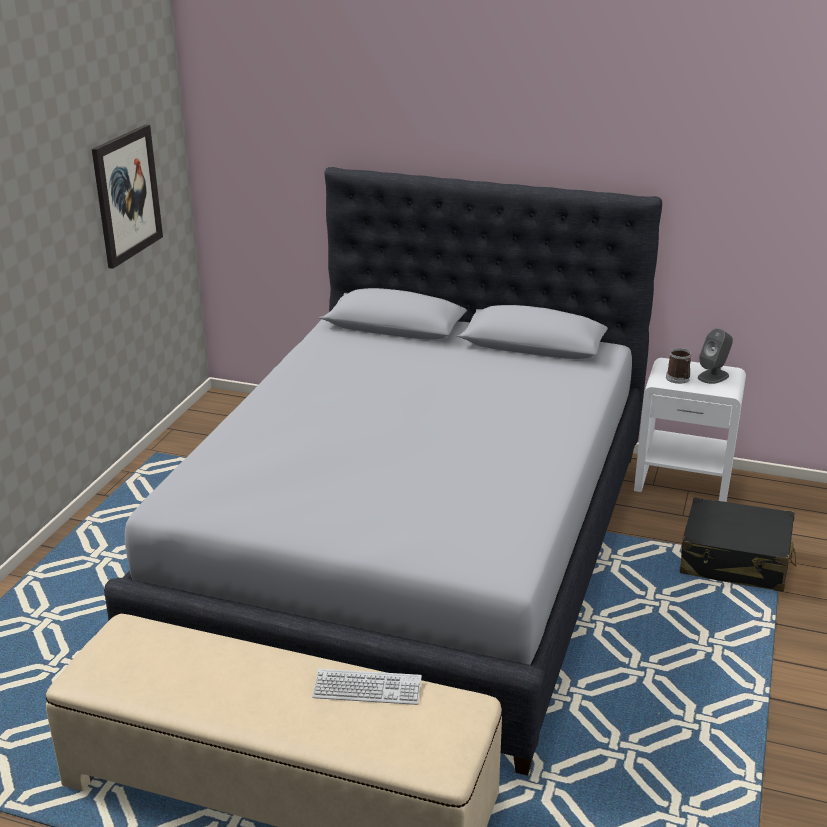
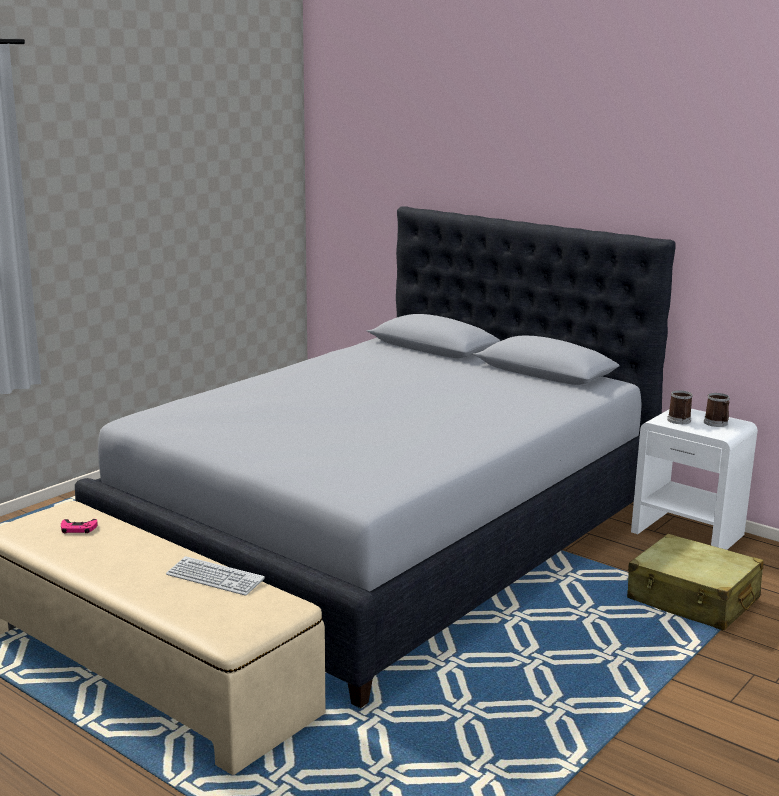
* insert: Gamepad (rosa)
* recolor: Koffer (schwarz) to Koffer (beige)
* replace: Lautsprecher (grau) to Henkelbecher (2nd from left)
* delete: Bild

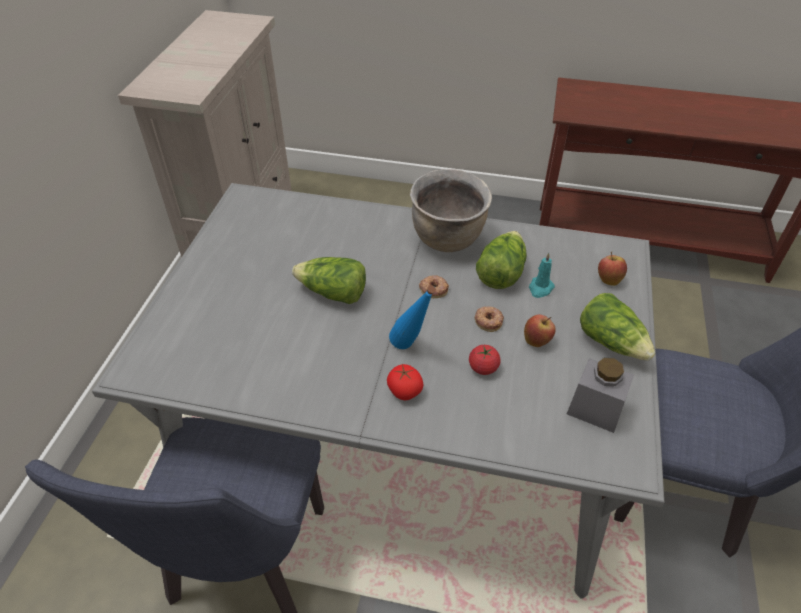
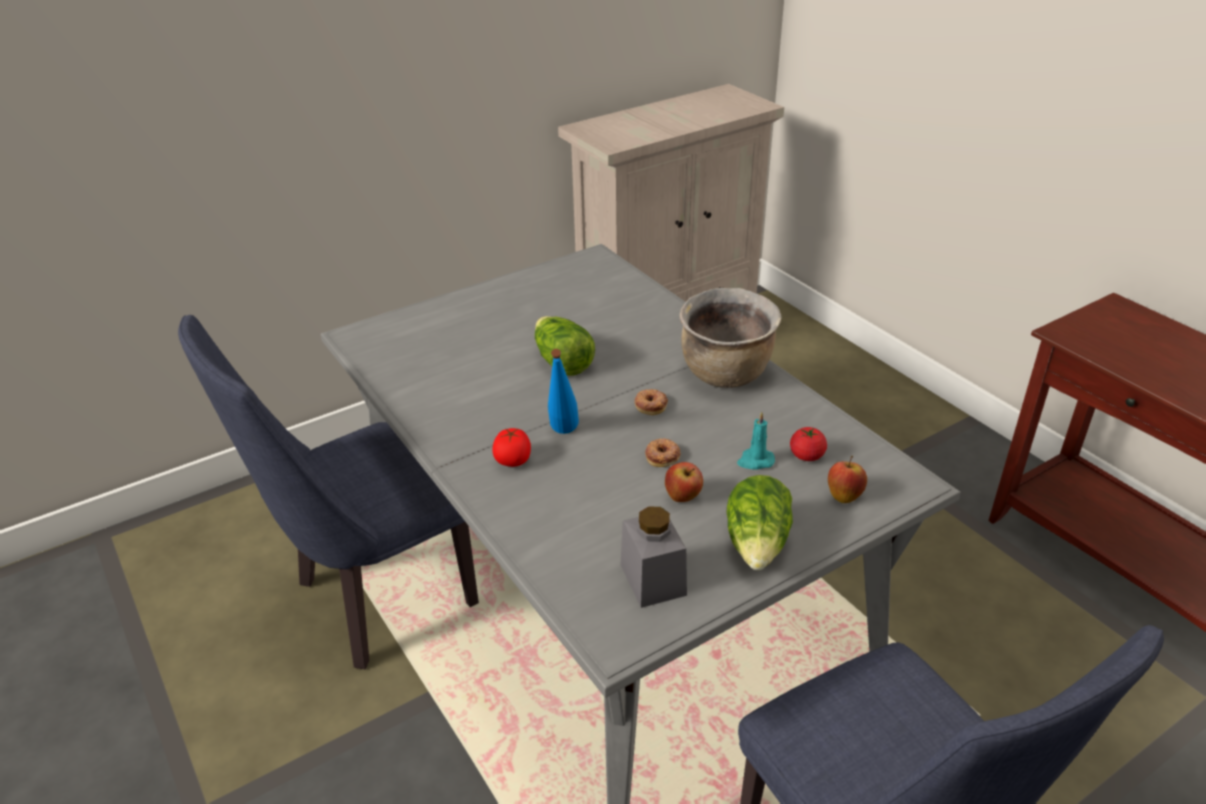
* move: Tomate (2nd from left)
* delete: Salatkopf (2nd from left)

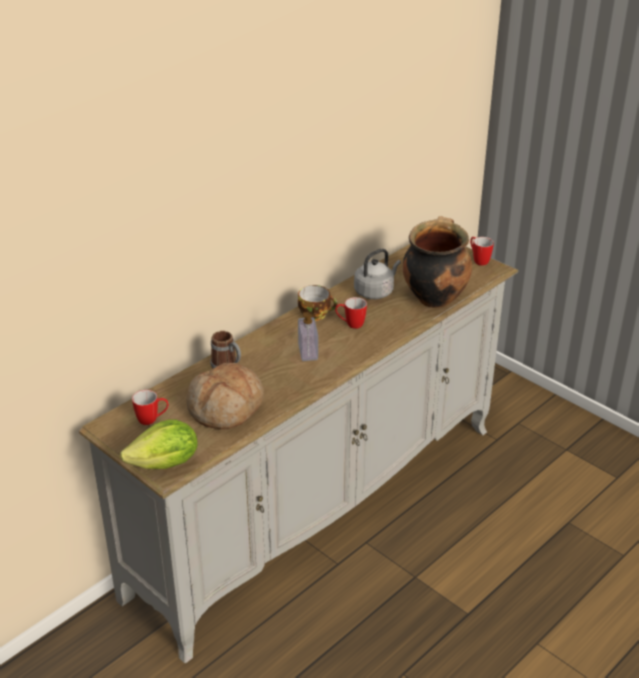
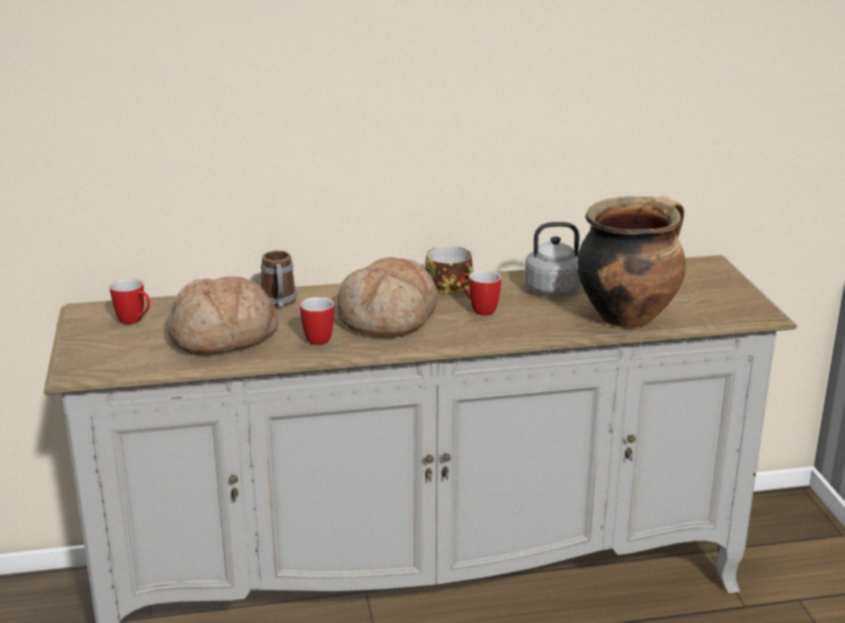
* move: Henkelbecher (4th from left in the first image) to Henkelbecher (3rd from left)
* replace: Seifenspender to Brot (2nd from left)
* delete: Salatkopf

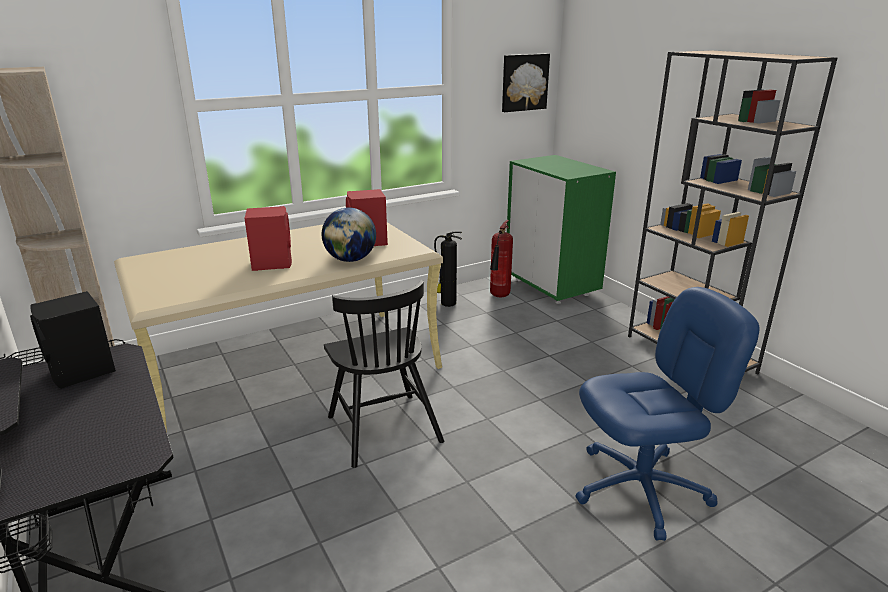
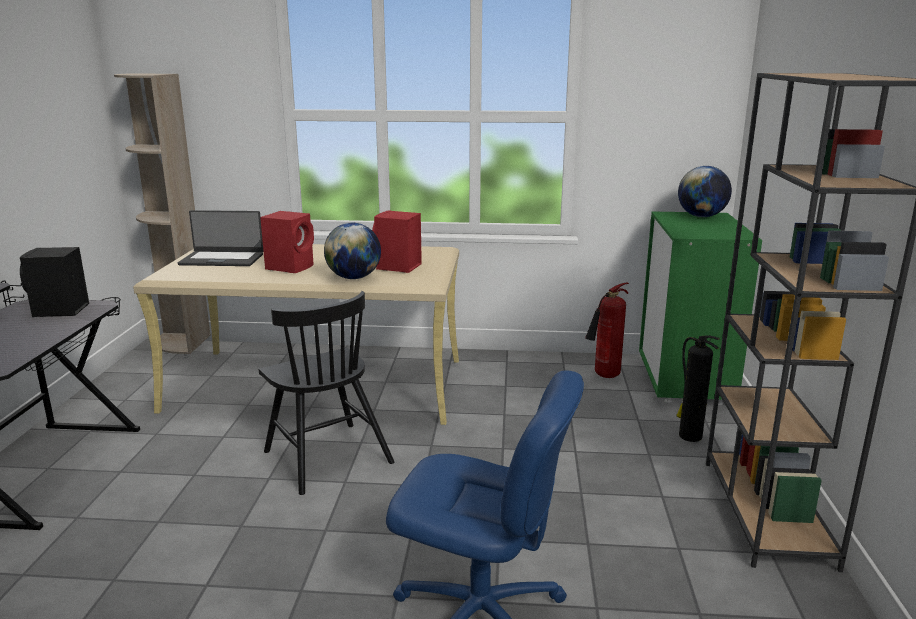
* insert: Laptop
* rotate: Stuhl (schwarz) 45 degrees counterclockwise
* move: Feuerlöscher (1st from left in the first image) to Feuerlöscher (2nd from left)
* insert: Globus (2nd from left)
* delete: Bild

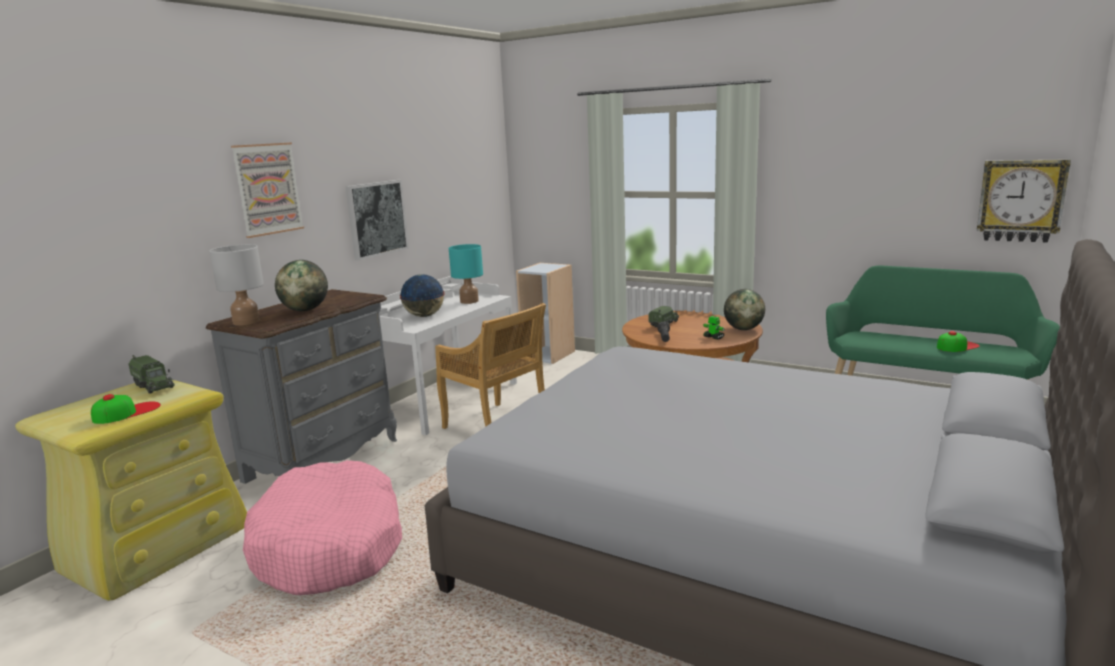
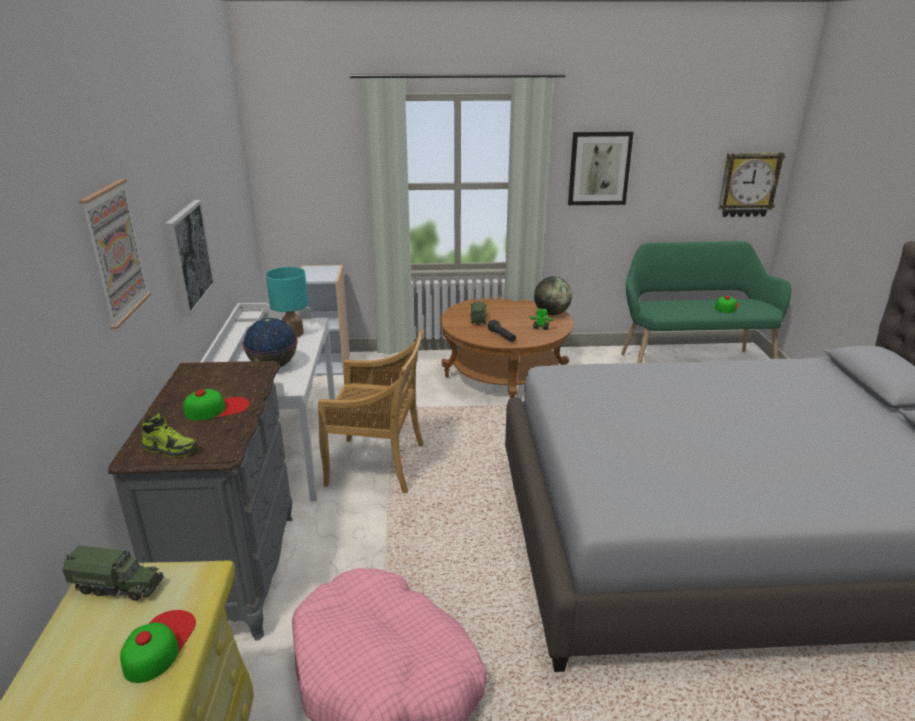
* replace: Tischlampe (grau) to Schuh
* replace: Globus (1st from left) to Kappe (2nd from left)
* insert: Bild (3rd from left)

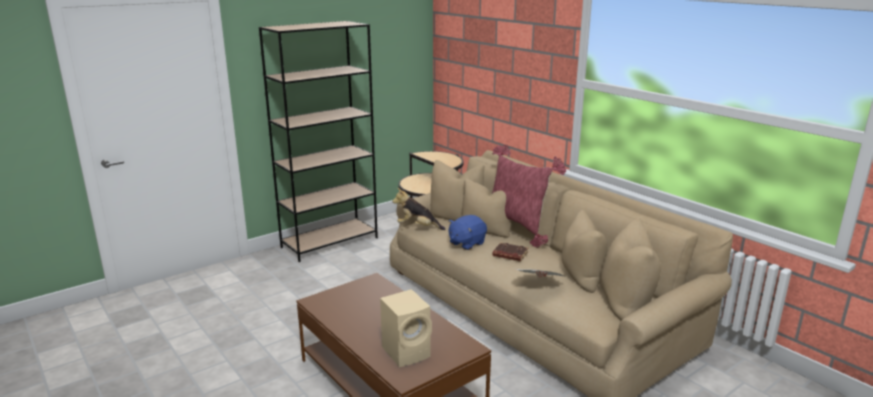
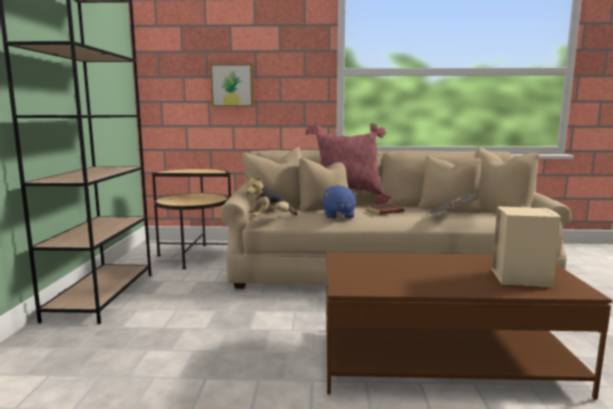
* insert: Bild

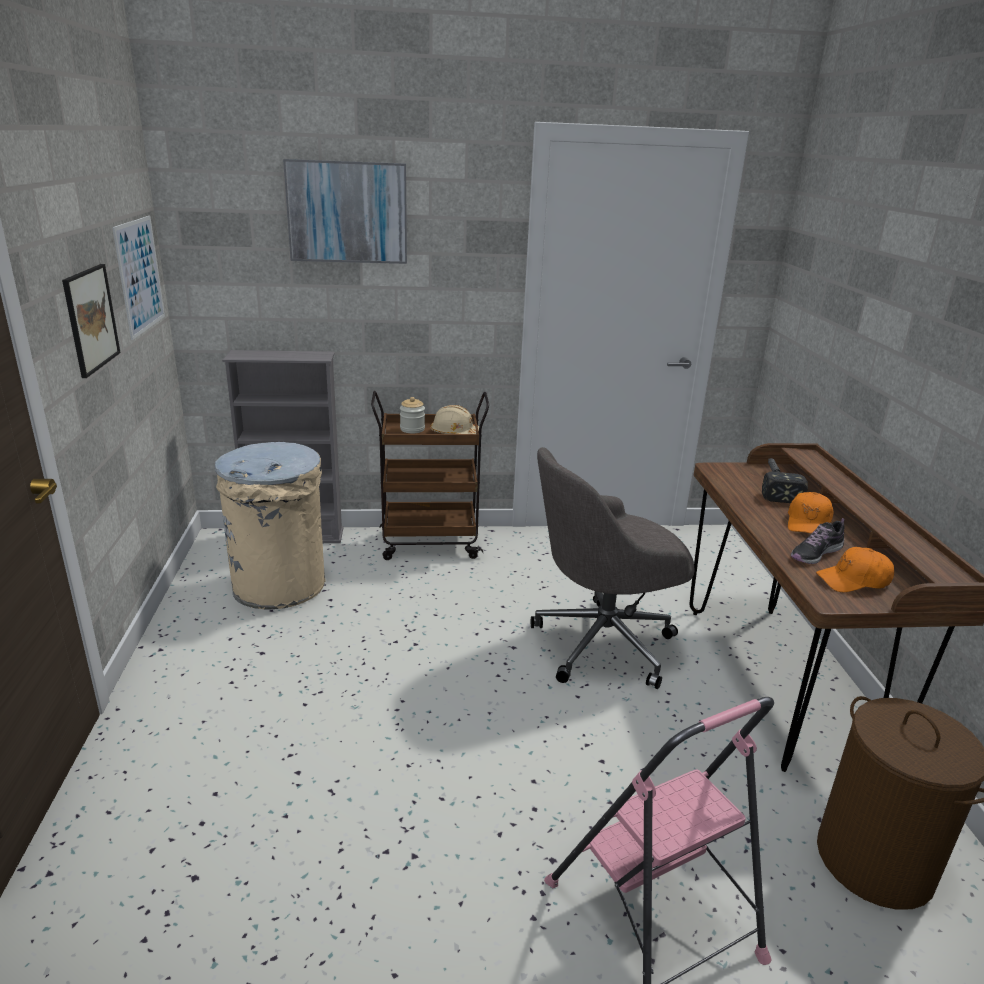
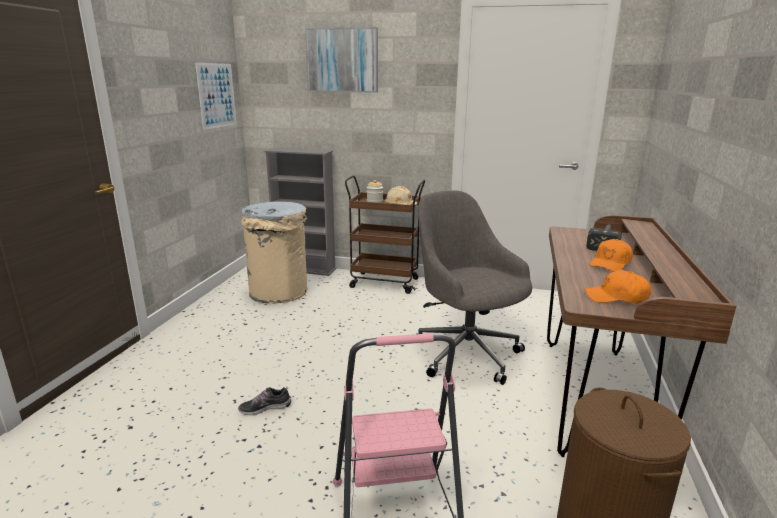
* move: Schuh
* rotate: Bürostuhl (grau) 60 degrees clockwise
* delete: Bild (1st from left)

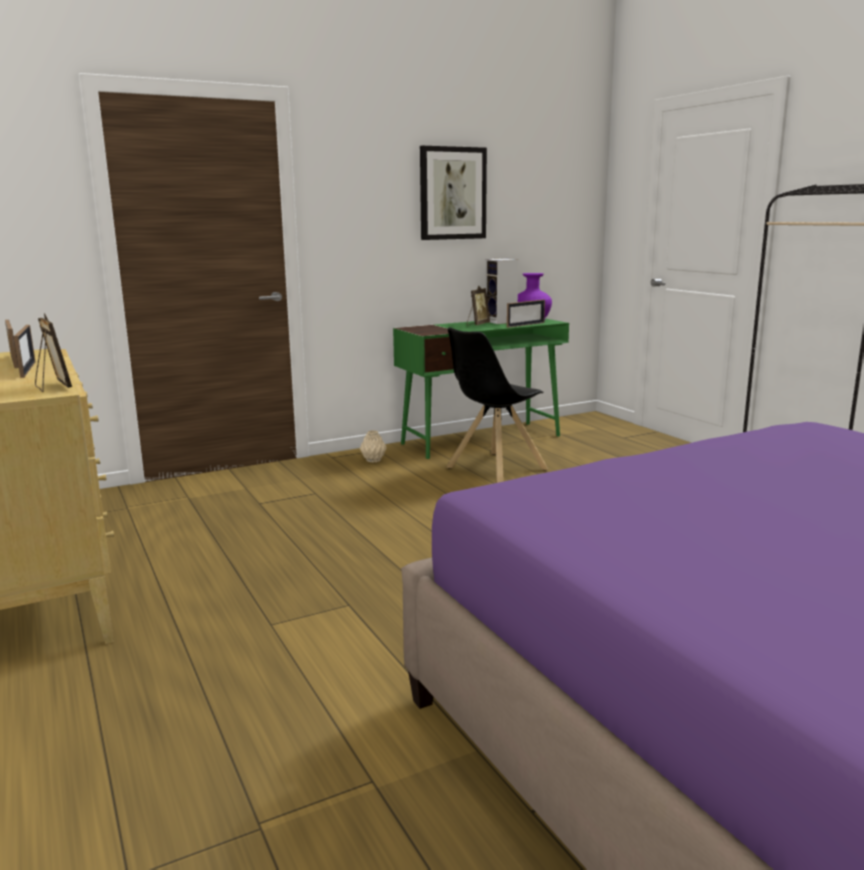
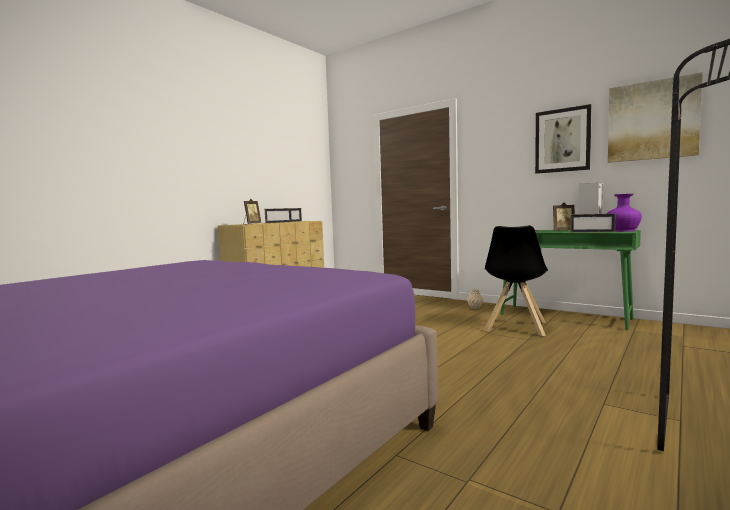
* rotate: Stuhl (schwarz) 90 degrees counterclockwise
* insert: Bild (2nd from left)

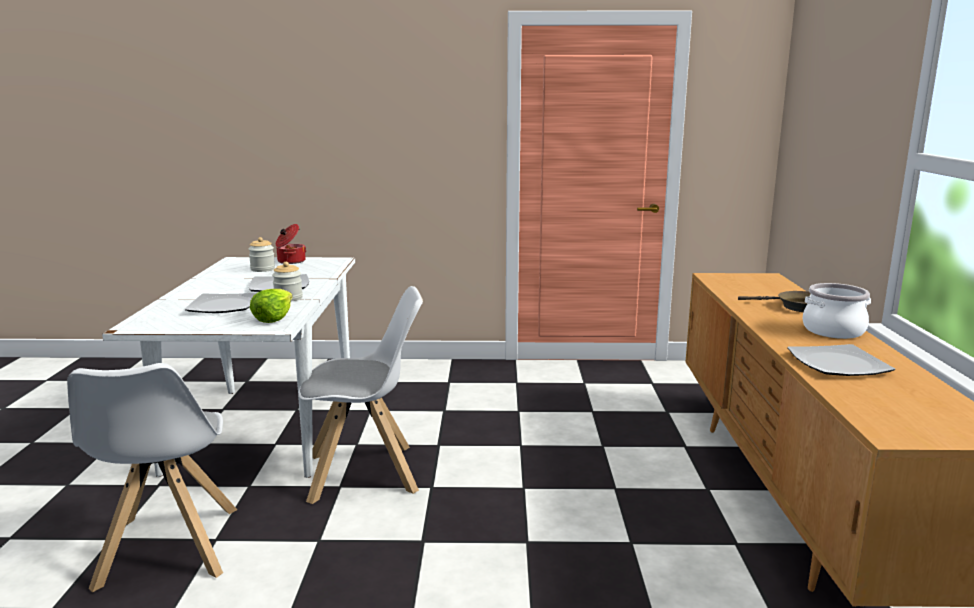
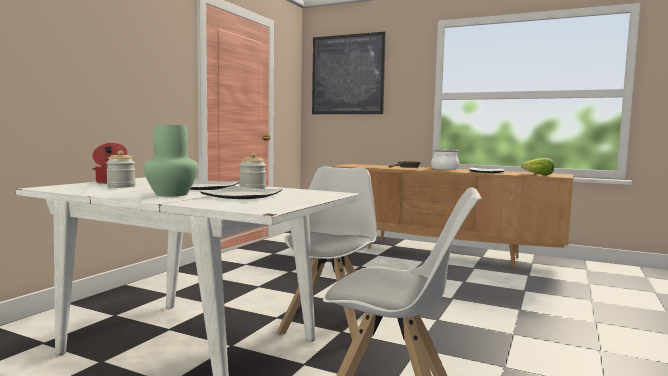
* insert: Vase (grün)
* insert: Bild
* move: Salatkopf

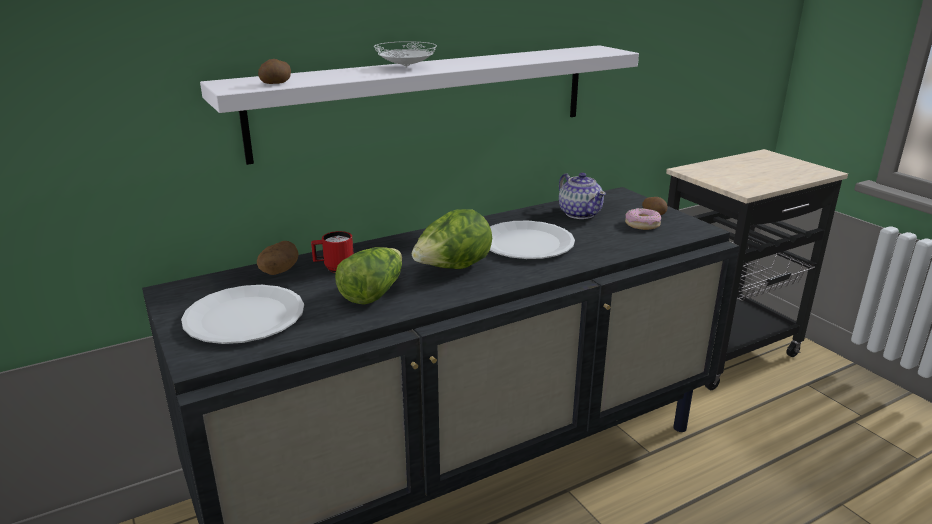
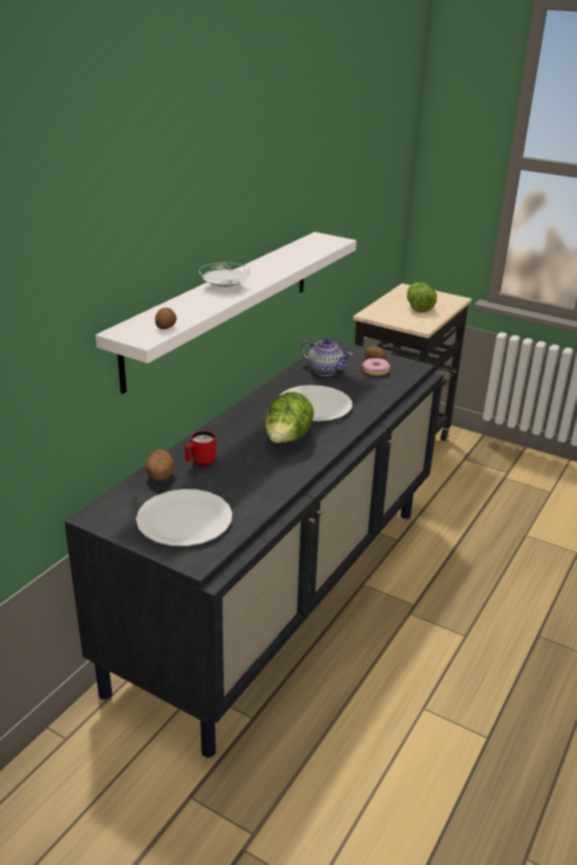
* move: Salatkopf (1st from left in the first image) to Salatkopf (2nd from left)

